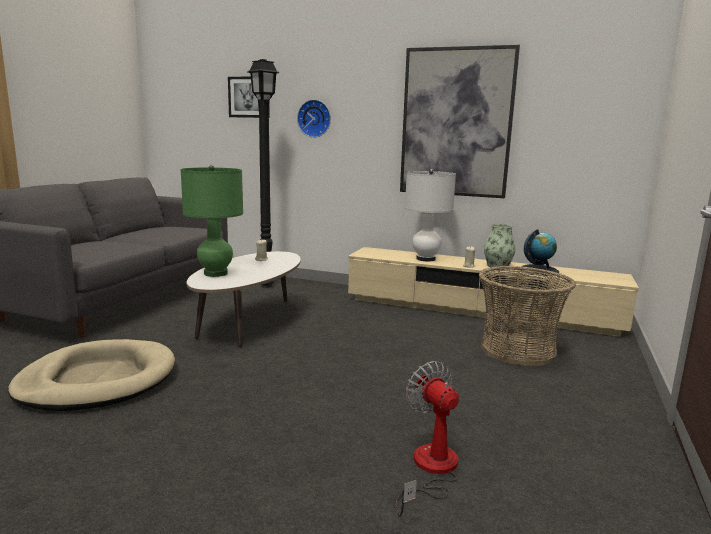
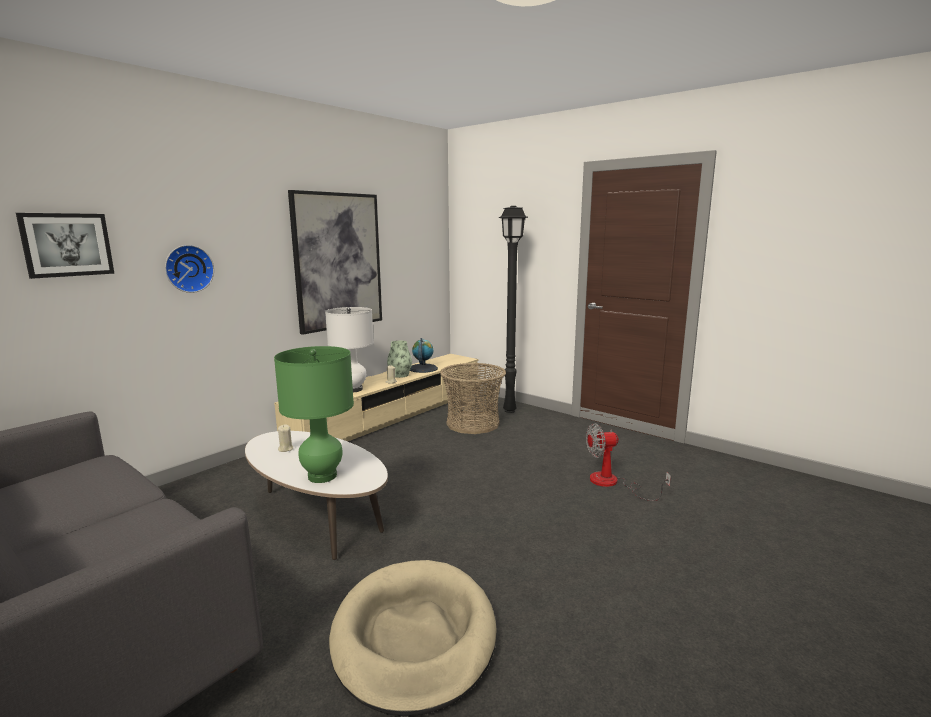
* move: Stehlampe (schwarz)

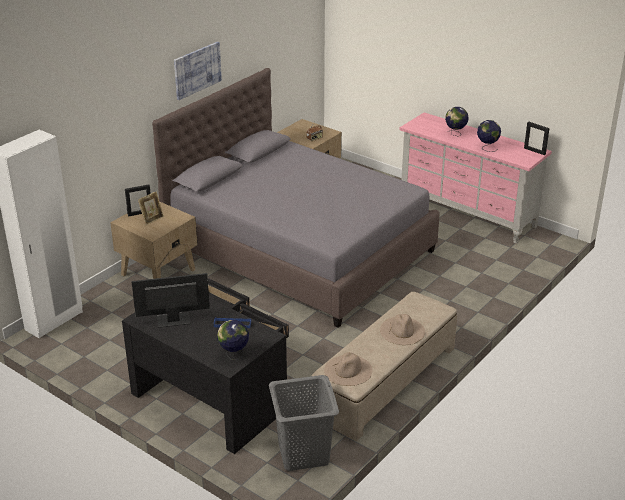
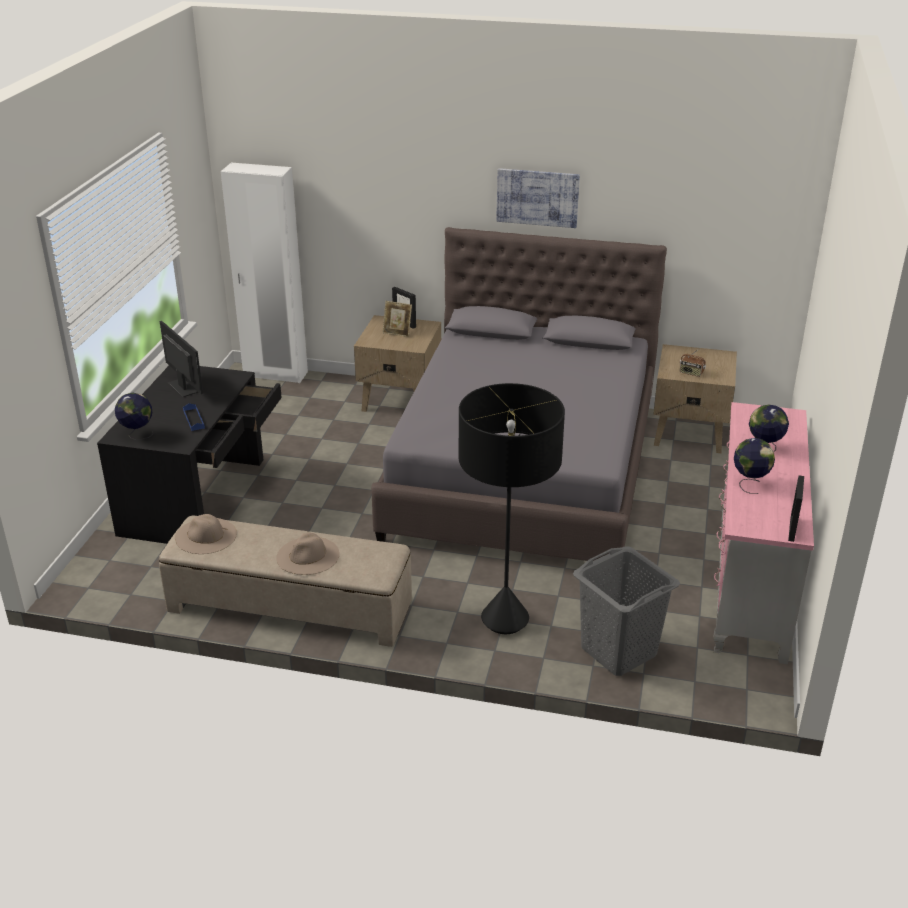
* insert: Stehlampe (schwarz)
* move: Wäschekorb (grau)

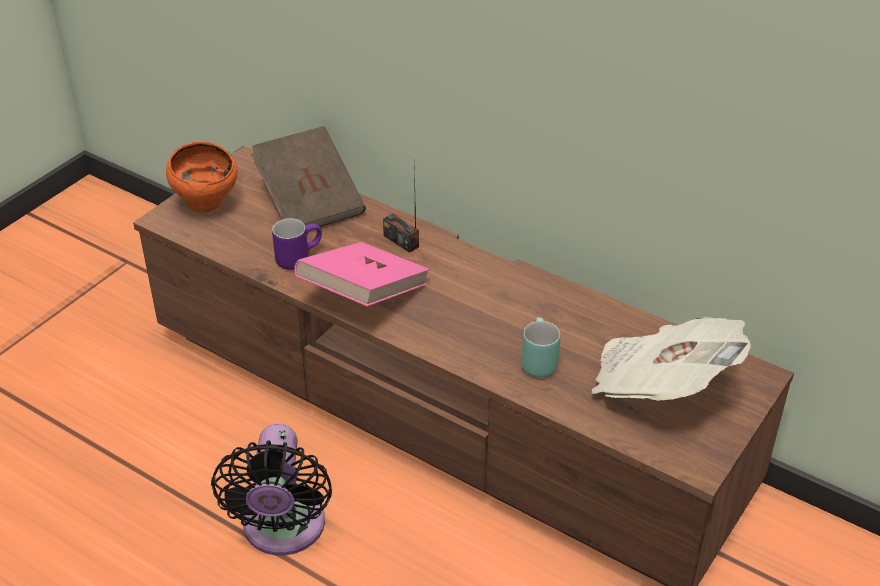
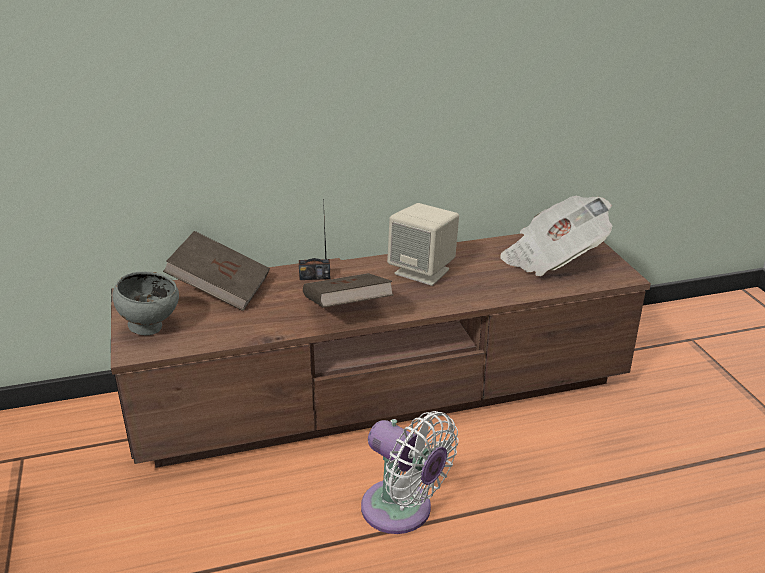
* recolor: Schüssel (orange) to Schüssel (grau)
* recolor: Buch (rosa) to Buch (braun) (2nd from left)
* recolor: Ventilator (schwarz) to Ventilator (weiß)
* insert: Lautsprecher (beige)
* delete: Henkelbecher (lila)
* delete: Henkelbecher (türkis)

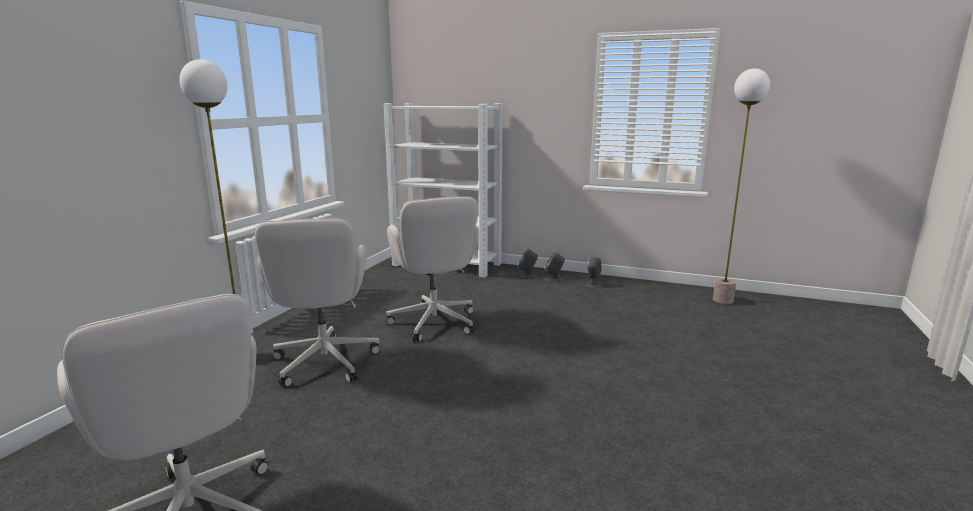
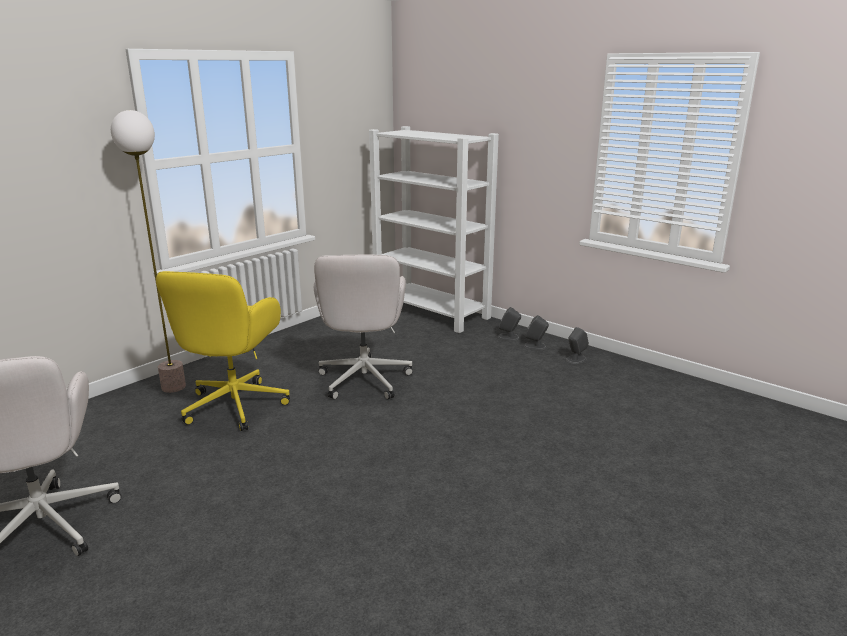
* recolor: Bürostuhl (weiß) (2nd from left) to Bürostuhl (gelb)
* delete: Stehlampe (2nd from left)

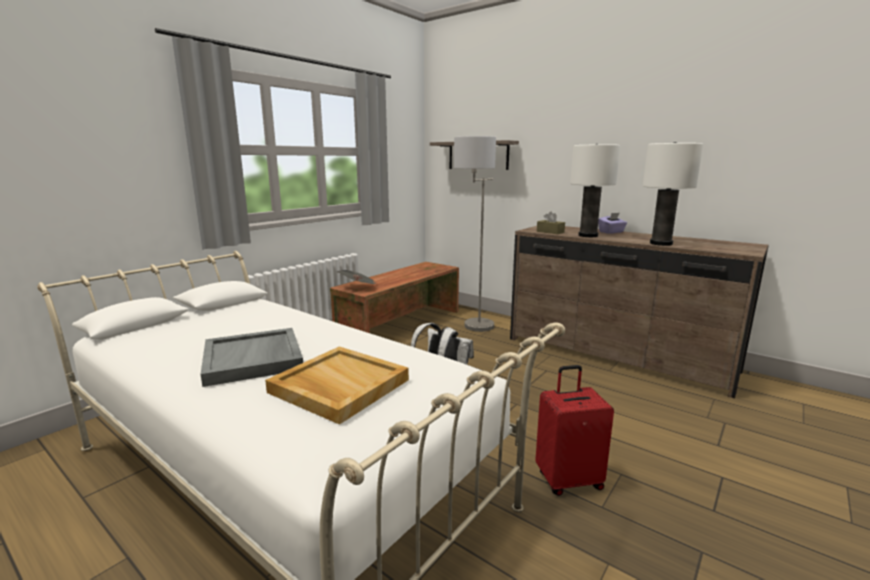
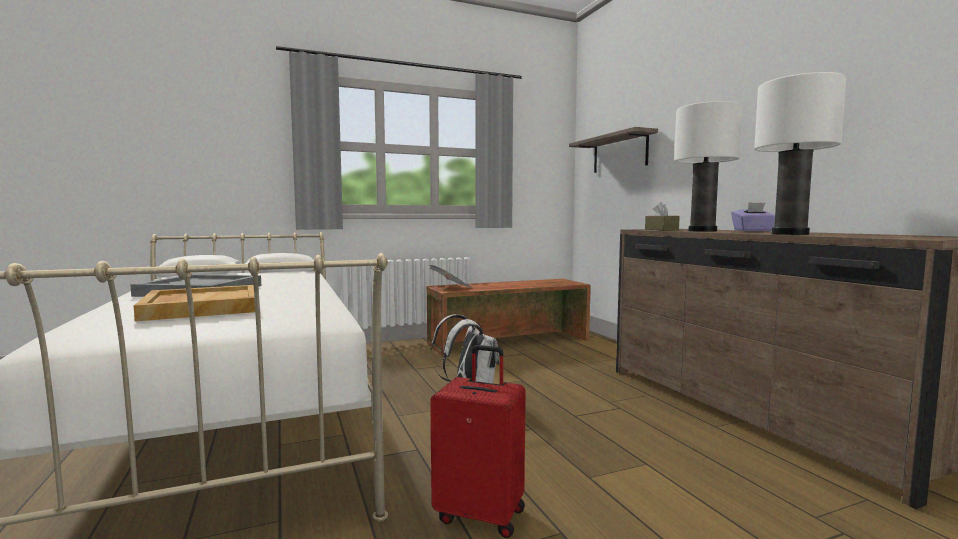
* delete: Stehlampe (grau)

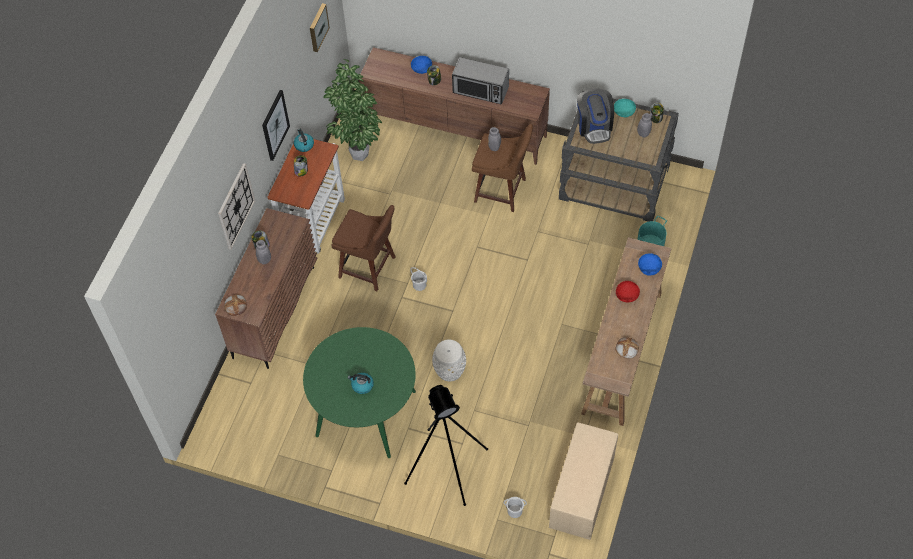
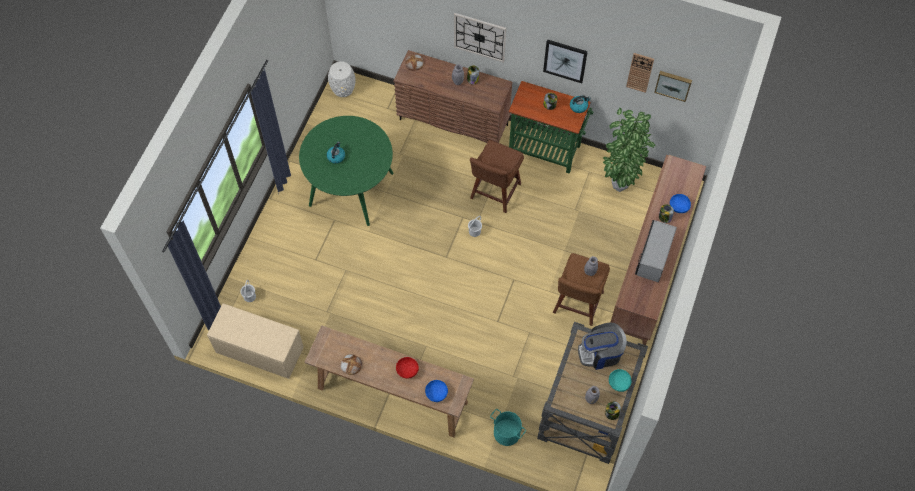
* move: Hocker (weiß)
* recolor: Rollwagen (weiß) to Rollwagen (grün)
* insert: Wanduhr (2nd from left)
* delete: Stehlampe (schwarz)

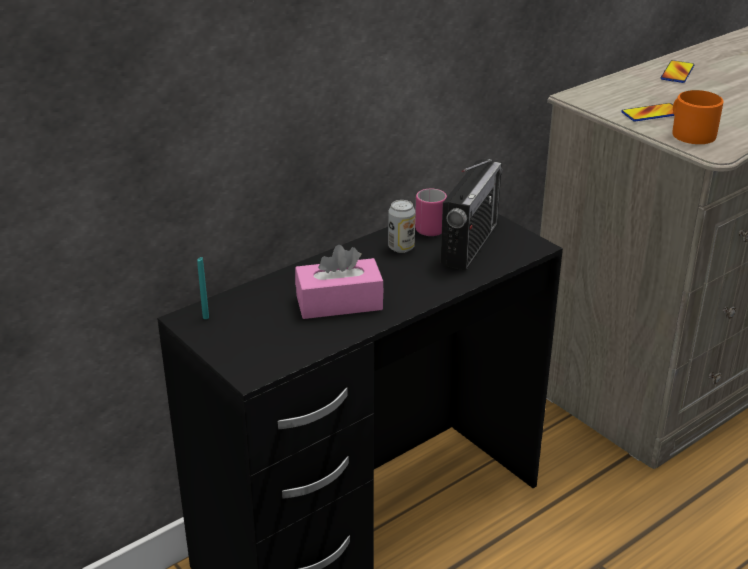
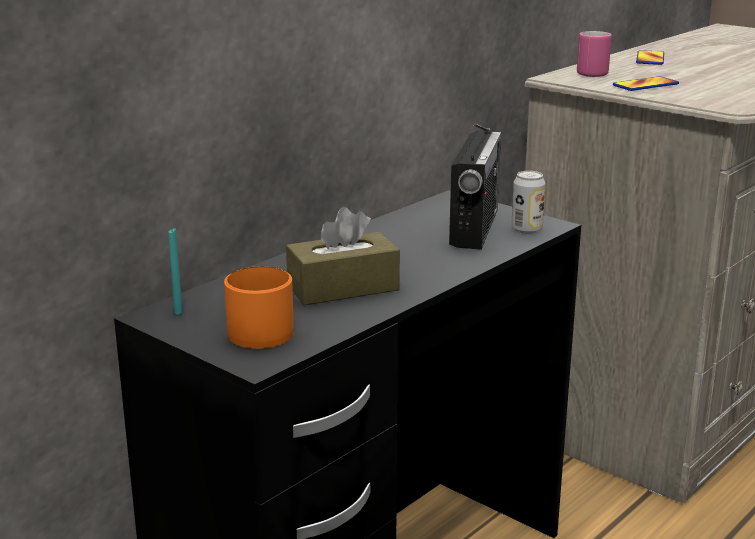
* move: Henkelbecher (orange)
* recolor: Taschentuchbox (rosa) to Taschentuchbox (braun)
* move: Dose
* move: Henkelbecher (rosa)

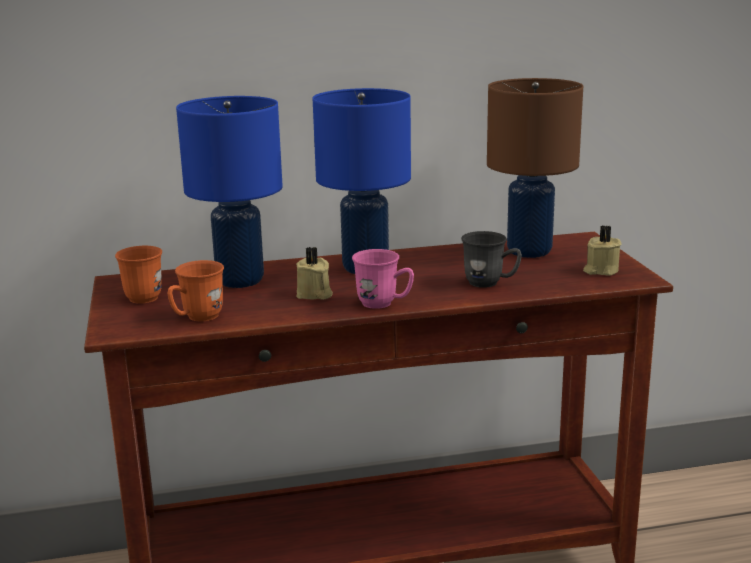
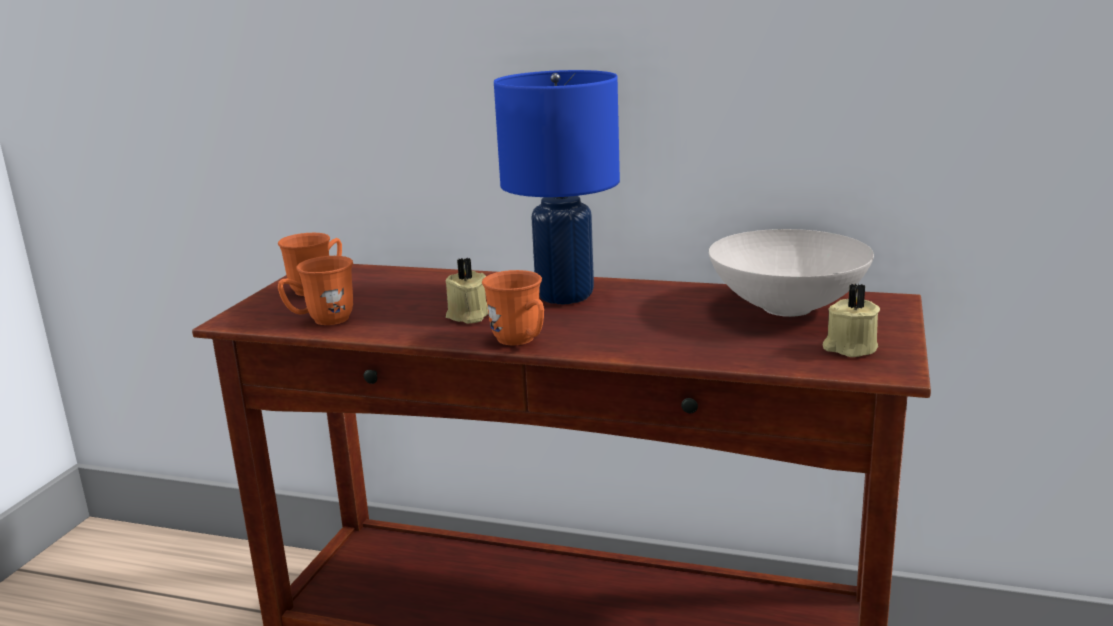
* recolor: Henkelbecher (rosa) to Henkelbecher (orange) (3rd from left)
* replace: Tischlampe (braun) to Schüssel (weiß)
* delete: Tischlampe (blau) (1st from left)
* delete: Henkelbecher (grau)

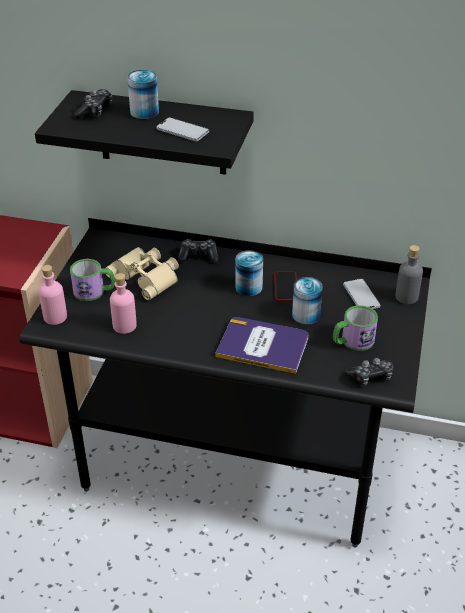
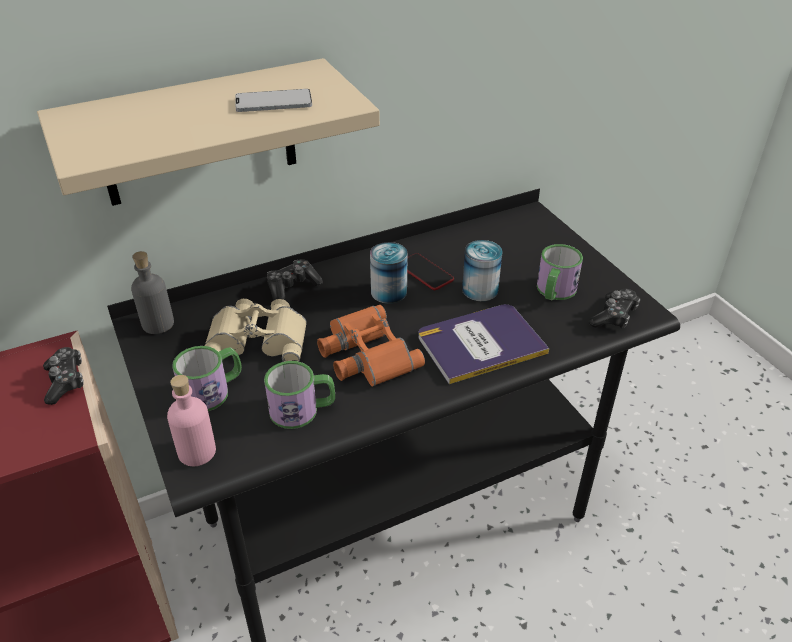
* recolor: Wandregal (schwarz) to Wandregal (beige)
* move: Gamepad (1st from left)
* move: Flasche (grau)
* replace: Flasche (rosa) (2nd from left) to Henkelbecher (2nd from left)
* insert: Fernglas (orange)
* delete: Dose (1st from left)
* delete: Handy (3rd from left)

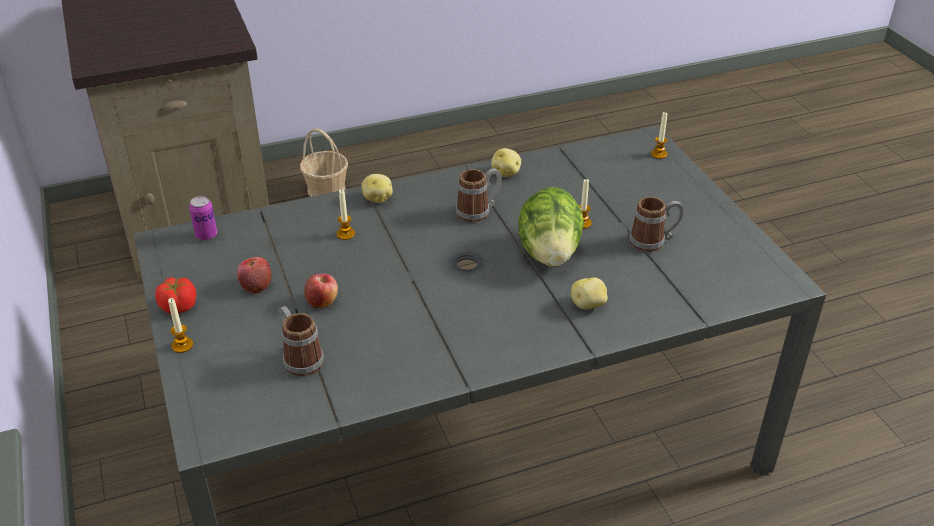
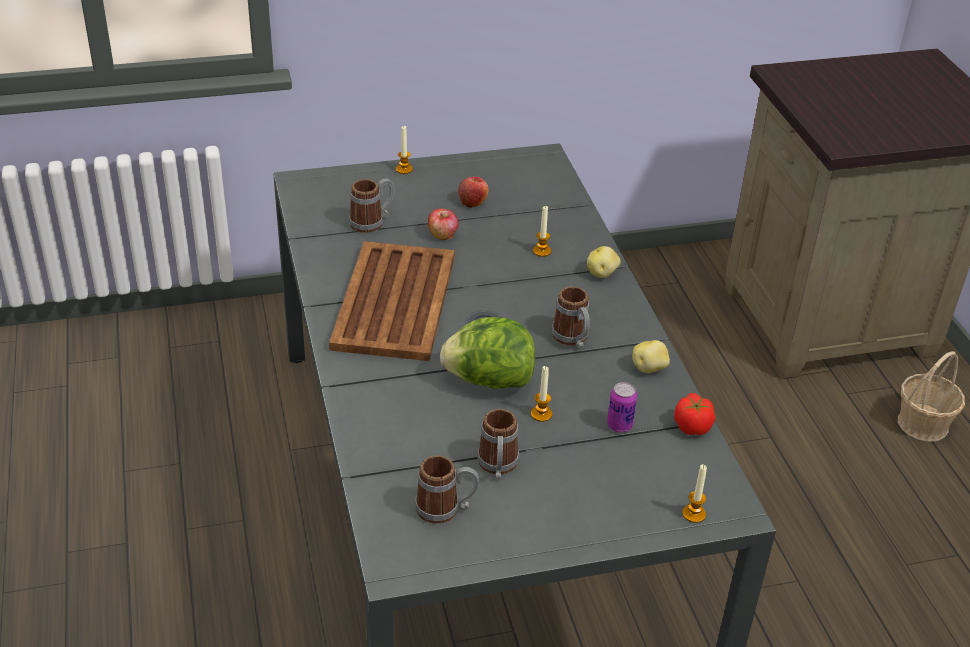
* insert: Tablett (braun)
* insert: Henkelbecher (2nd from left)
* move: Dose
* move: Tomate
* delete: Kartoffel (3rd from left)

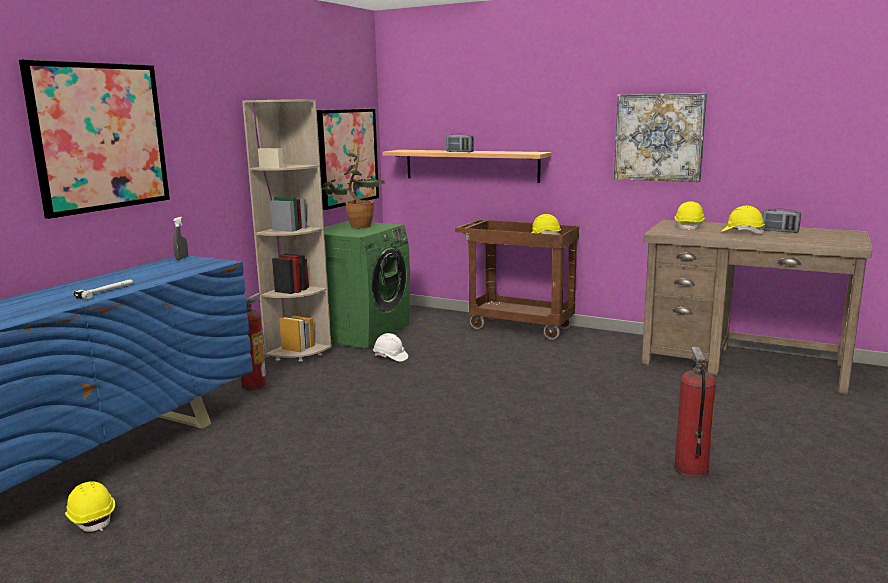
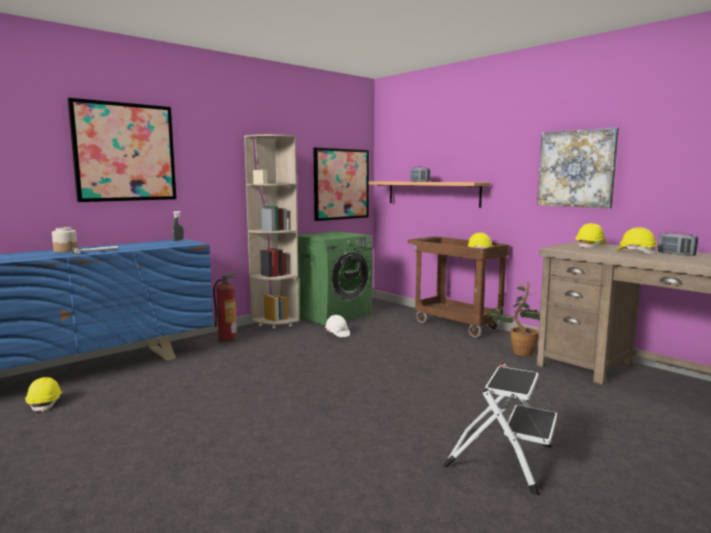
* insert: Vorratsglas
* replace: Feuerlöscher (2nd from left) to Trittleiter
* move: Topfpflanze

